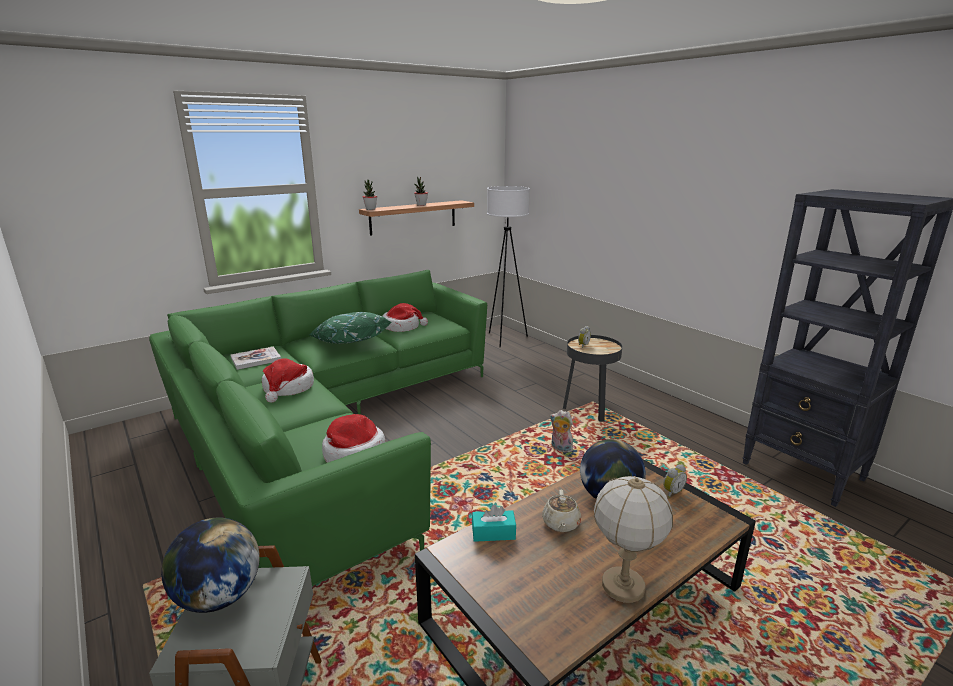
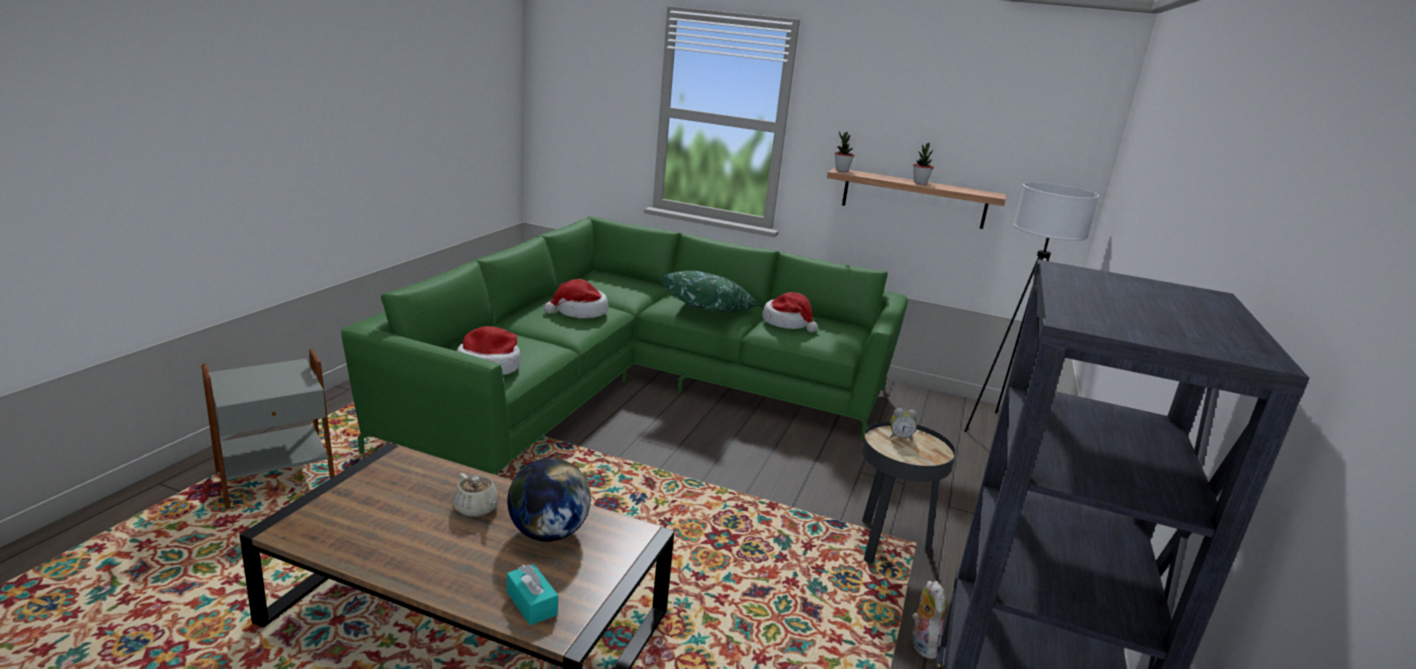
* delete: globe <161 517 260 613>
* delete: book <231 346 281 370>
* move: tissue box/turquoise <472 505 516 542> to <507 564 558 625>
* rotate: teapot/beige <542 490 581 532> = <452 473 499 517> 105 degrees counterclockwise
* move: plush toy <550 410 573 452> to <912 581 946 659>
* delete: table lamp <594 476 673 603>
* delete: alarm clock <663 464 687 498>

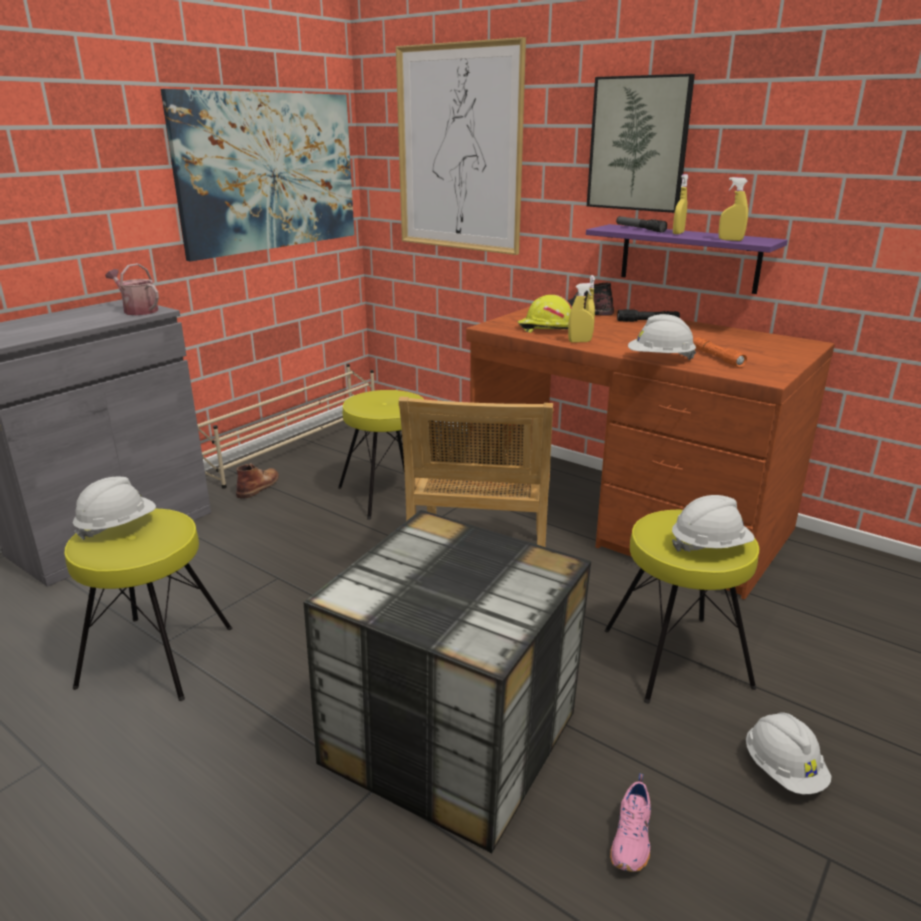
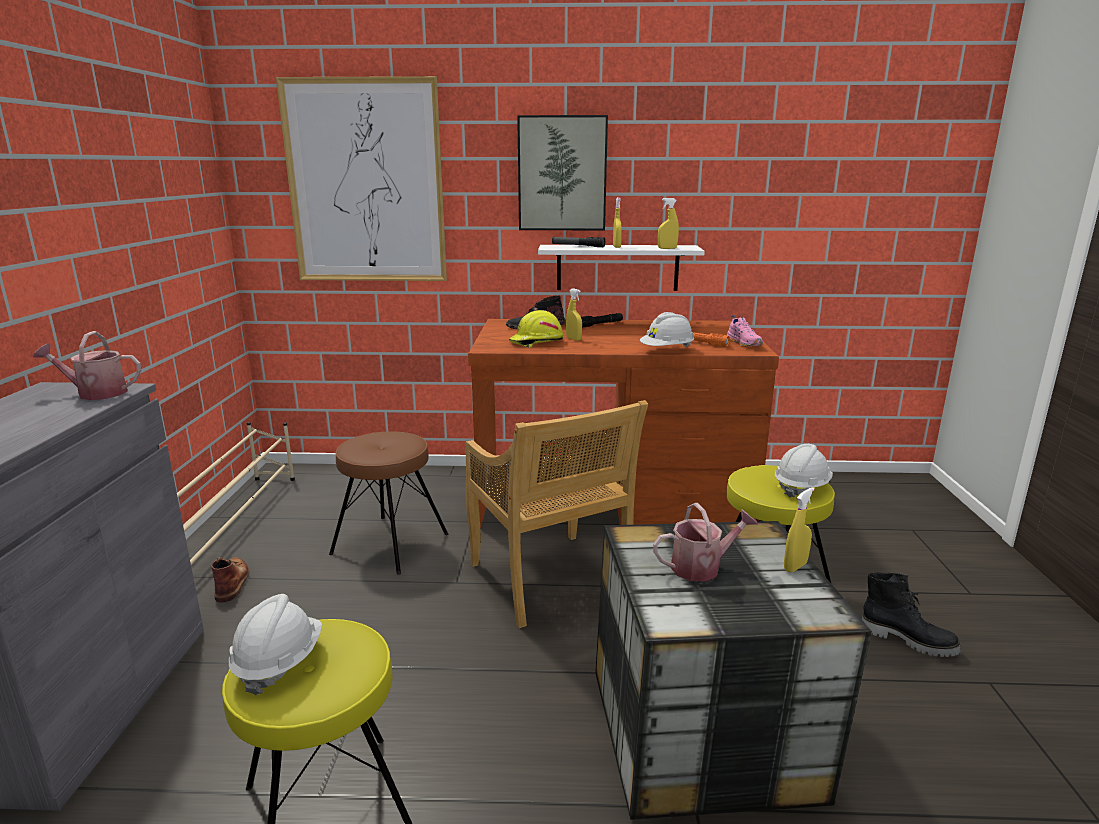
* delete: picture <161 89 354 262>
* recolor: stool/yellow <338 390 424 520> to stool/brown <329 431 448 575>
* move: spray bottle/yellow <568 283 594 343> to <784 487 814 572>
* recolor: shelf/purple <586 224 788 294> to shelf/white <538 245 705 291>
* move: shoe/pink <610 773 651 872> to <727 315 763 347>
* replace: hard hat/white <746 712 831 794> to boot/black <862 573 961 657>
* insert: watering can <653 503 758 581>

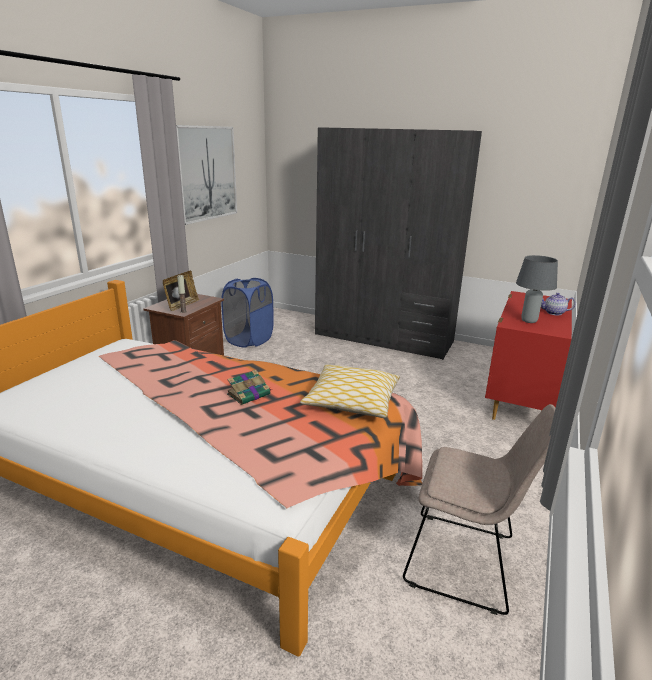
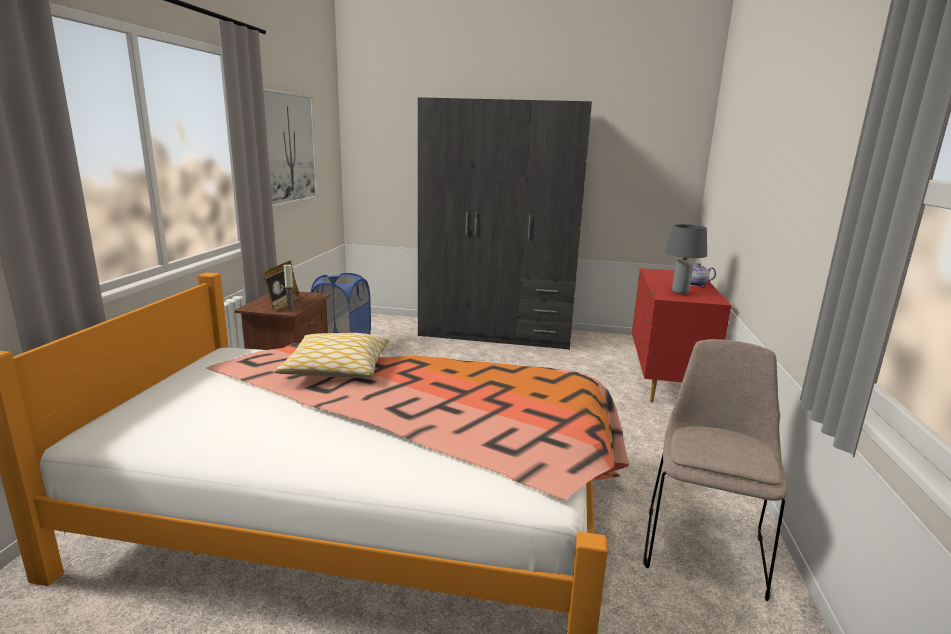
* delete: book <227 370 273 405>
* move: pillow <300 364 400 418> to <274 333 389 378>
* rotate: chair/beige <403 404 556 615> = <643 339 788 601> 75 degrees counterclockwise

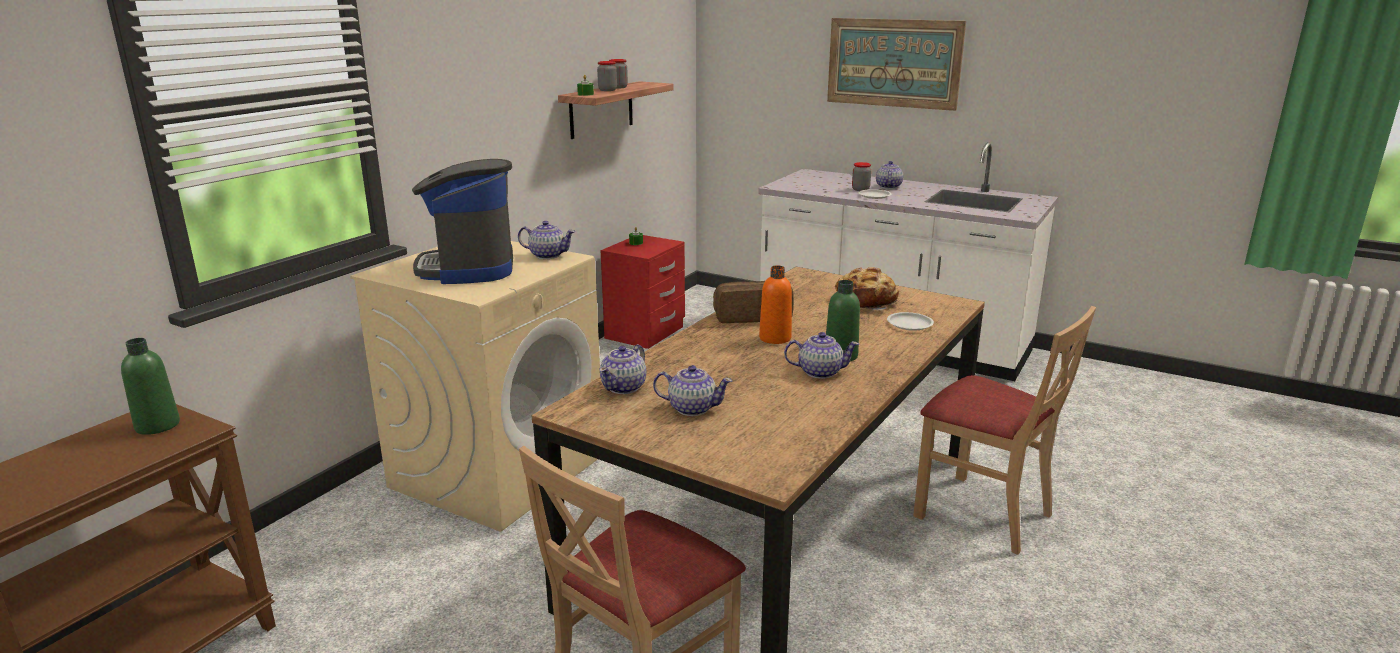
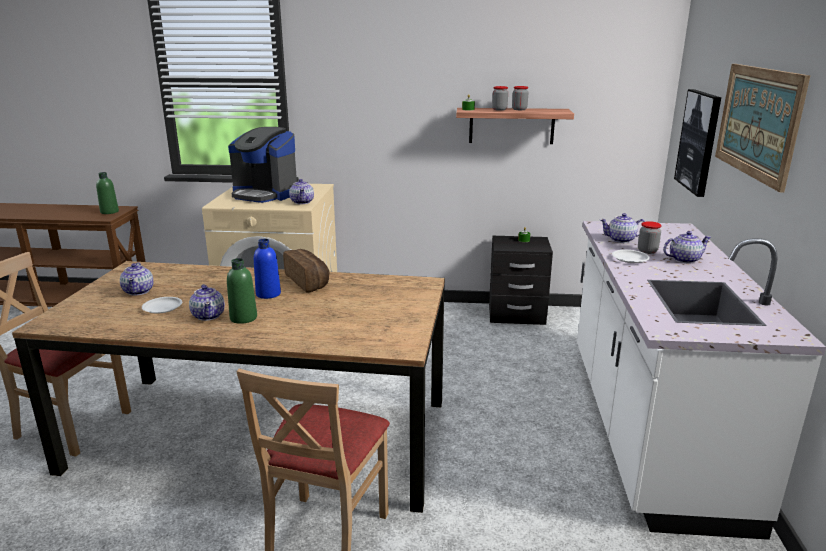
* rotate: coffee machine <412 159 513 284> = <228 127 297 203> 120 degrees counterclockwise
* move: teapot <599 344 646 394> to <600 213 645 243>
* recolor: nightstand/red <601 235 685 349> to nightstand/black <489 236 553 325>
* recolor: bottle/orange <759 265 792 344> to bottle/blue <254 239 281 299>
* delete: bread <835 267 899 311>
* move: plate/white <887 312 934 331> to <142 297 182 314>
* insert: picture <674 89 721 197>

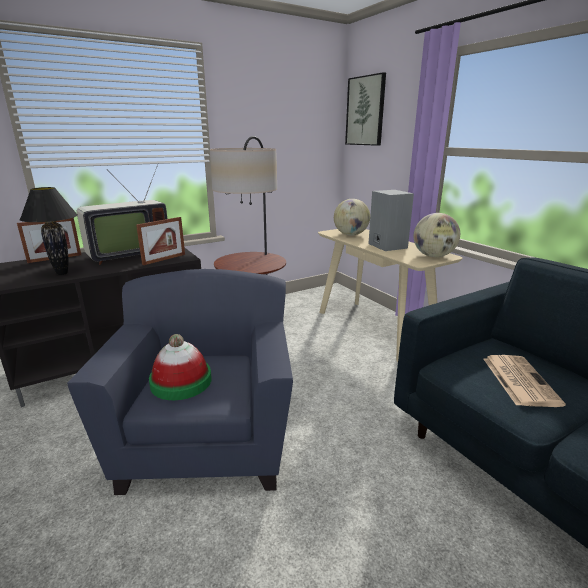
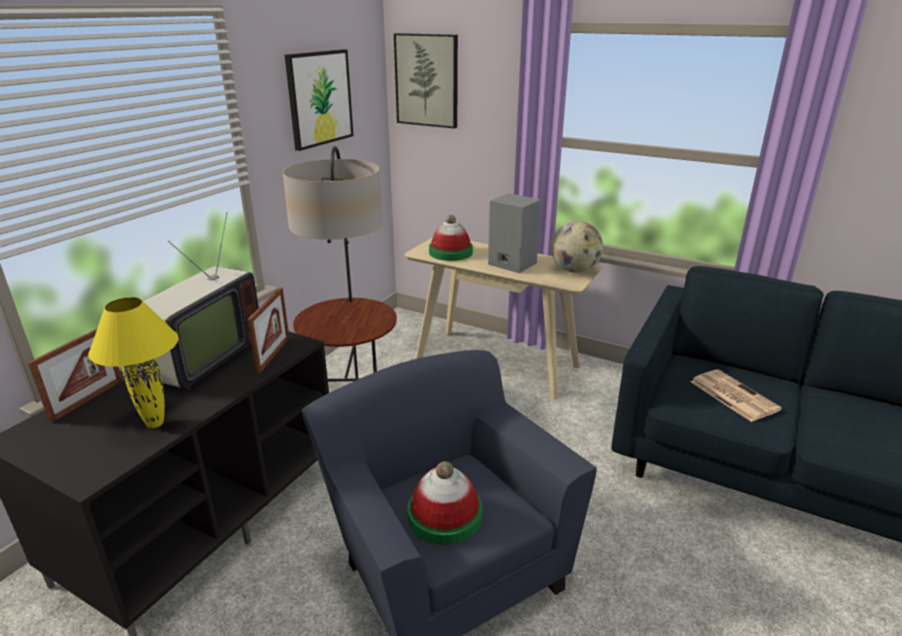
* recolor: table lamp/black <20 187 78 275> to table lamp/yellow <88 297 179 428>
* replace: globe <334 199 370 236> to hat <429 215 473 261>
* insert: picture <285 49 353 151>

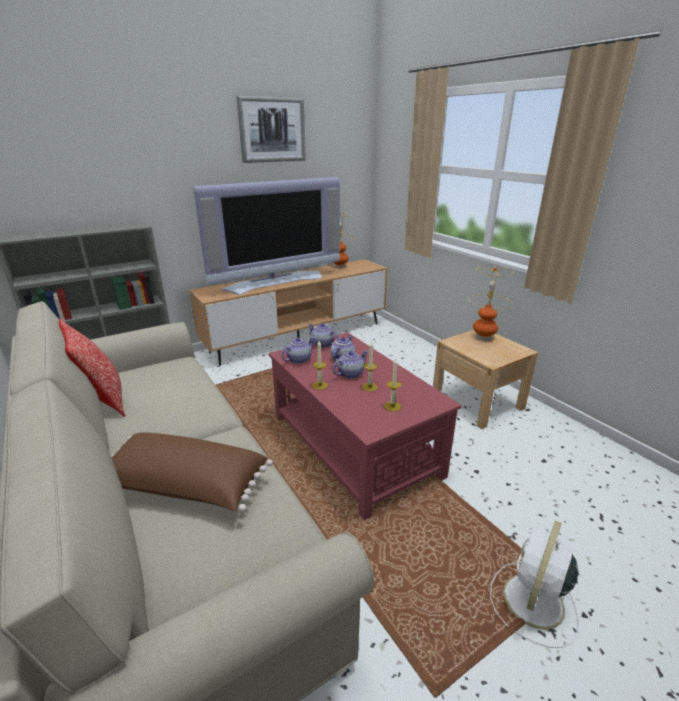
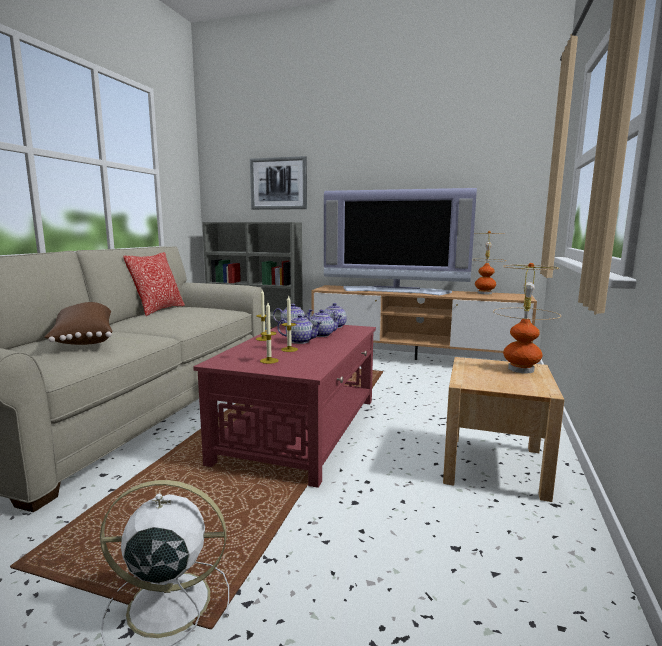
* move: picture <236 96 306 163> to <250 156 307 210>

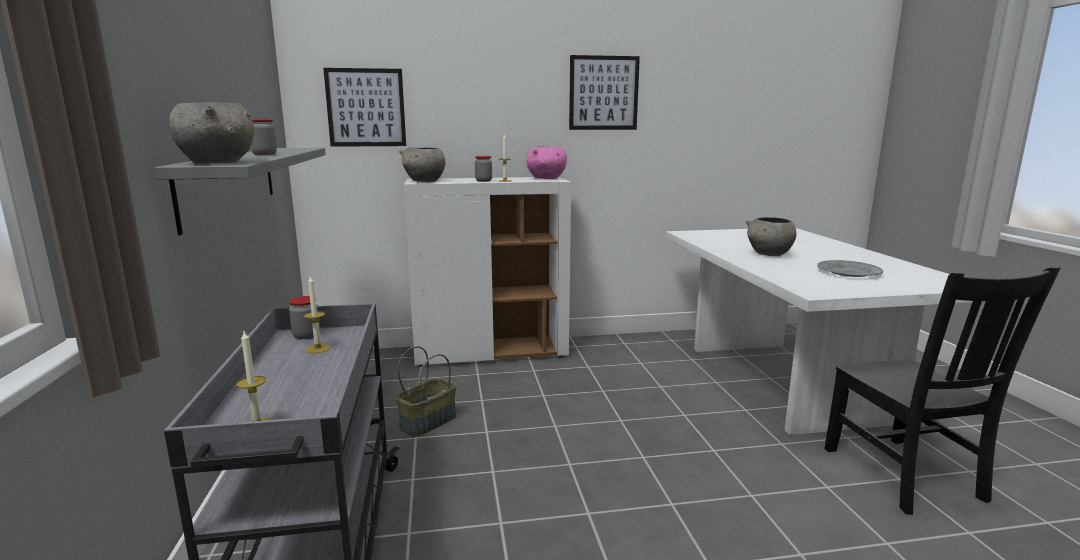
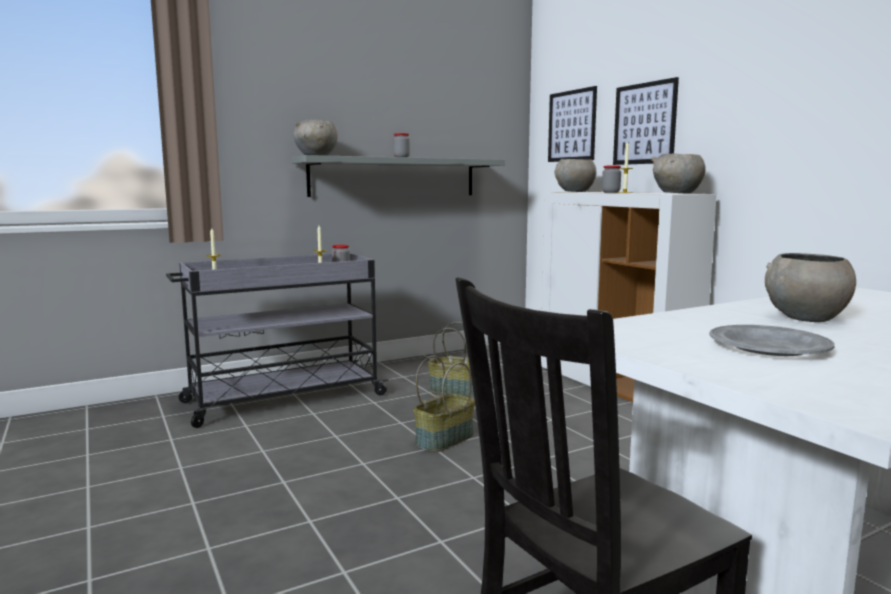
* recolor: bowl/pink <526 147 567 179> to bowl/grey <651 153 706 194>
* move: picture <569 55 640 130> to <613 77 679 165>
* insert: basket <413 356 475 452>

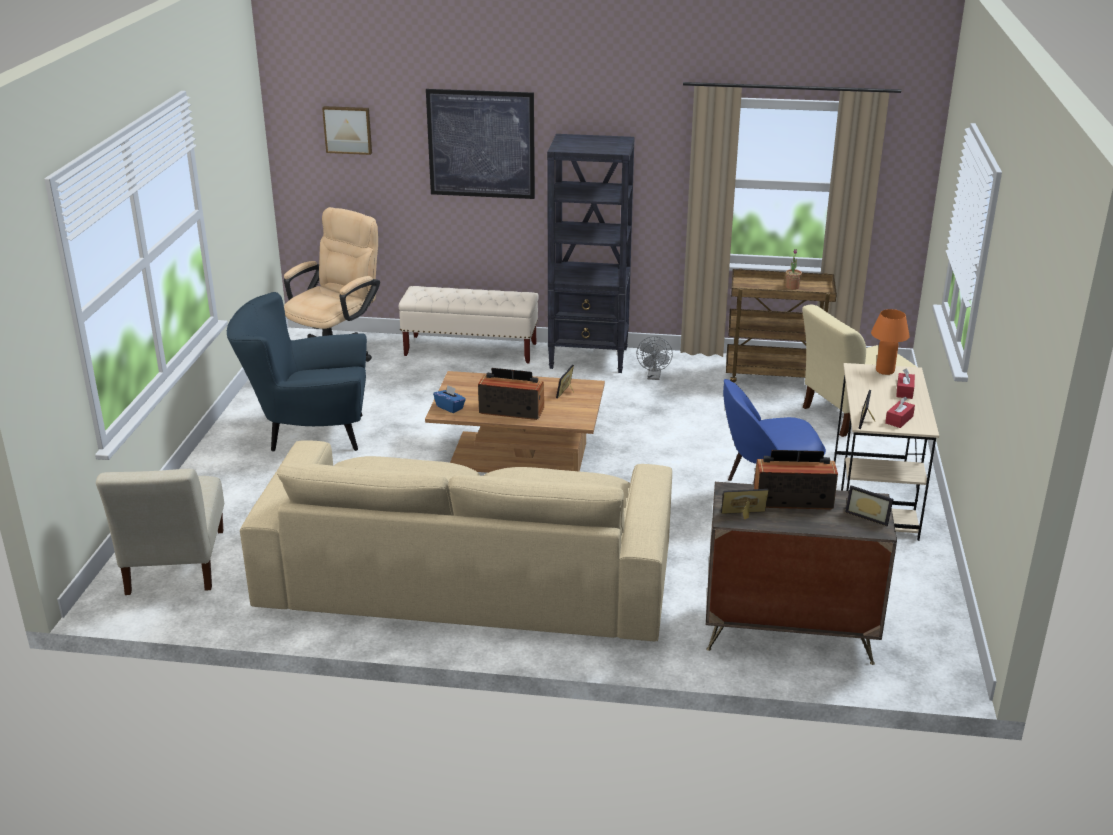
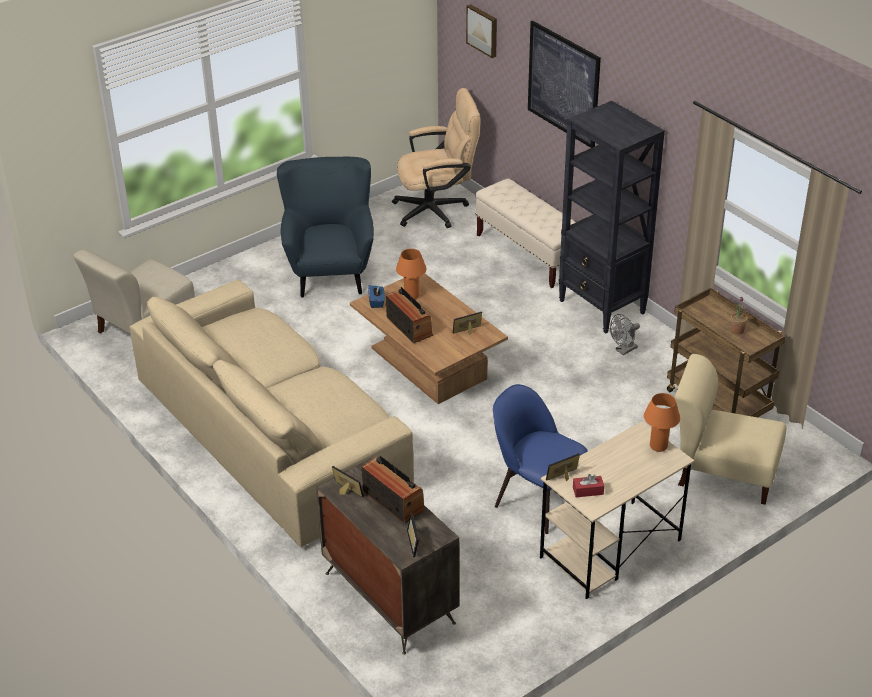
* rotate: armchair/blue <227 292 367 451> = <277 157 374 298> 45 degrees clockwise
* delete: tissue box/red <896 368 915 399>
* insert: table lamp/orange <396 249 426 299>

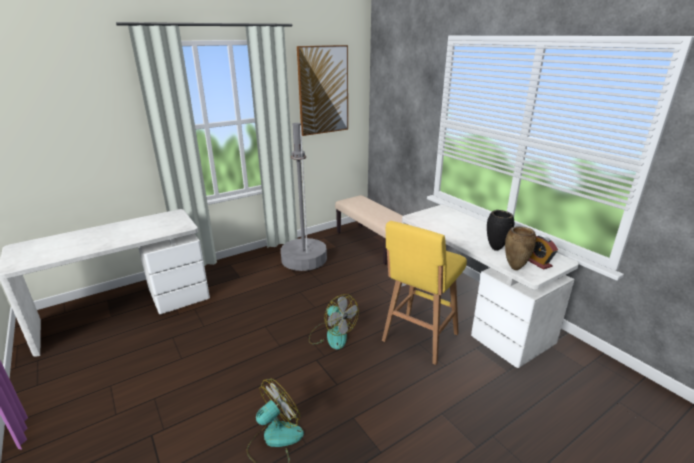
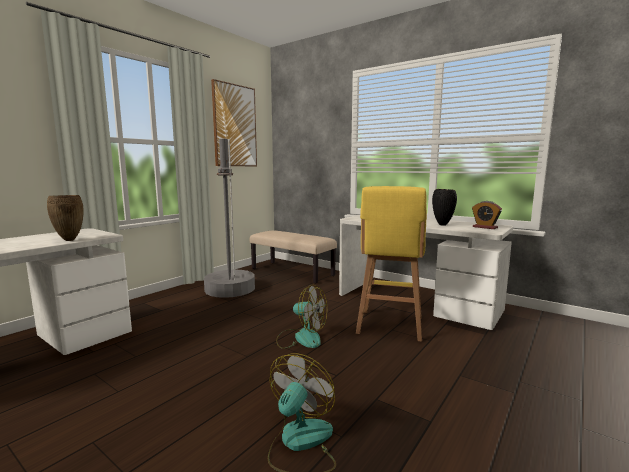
* move: vase/brown <505 227 536 270> to <47 195 84 241>

